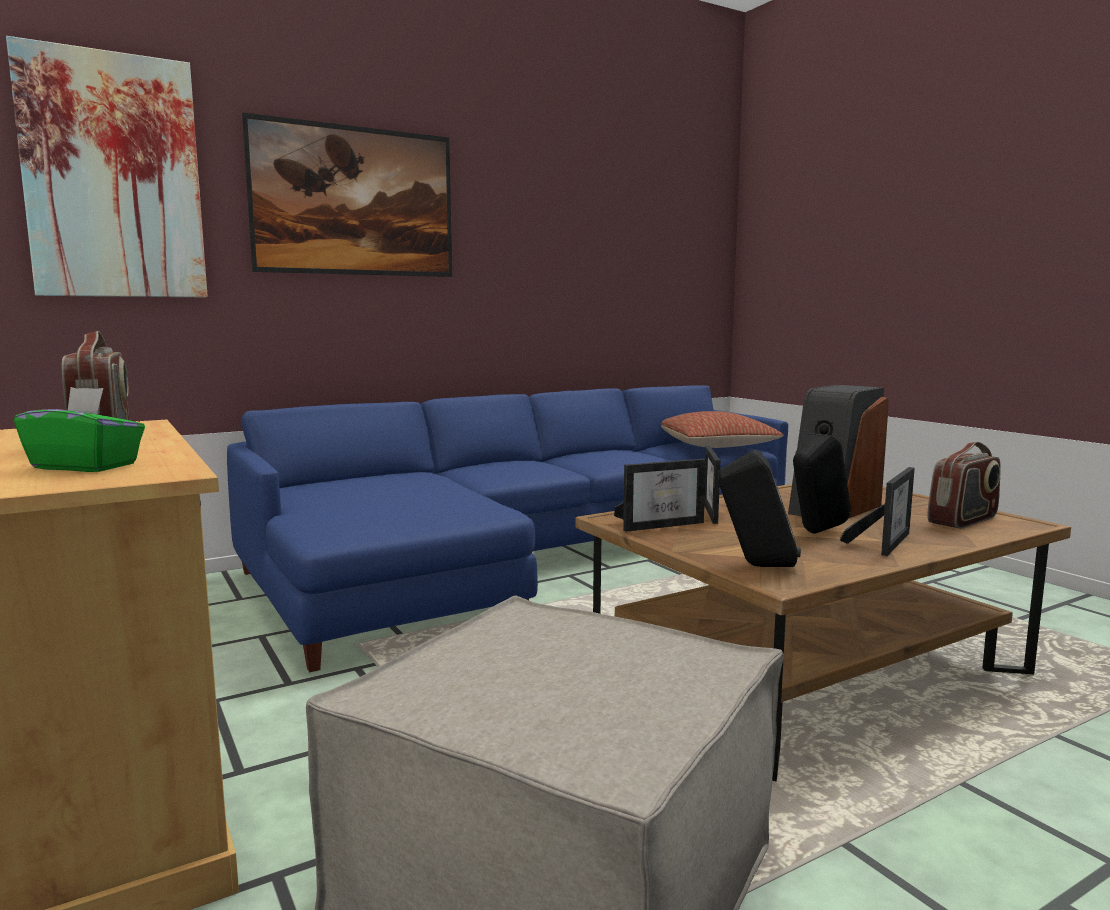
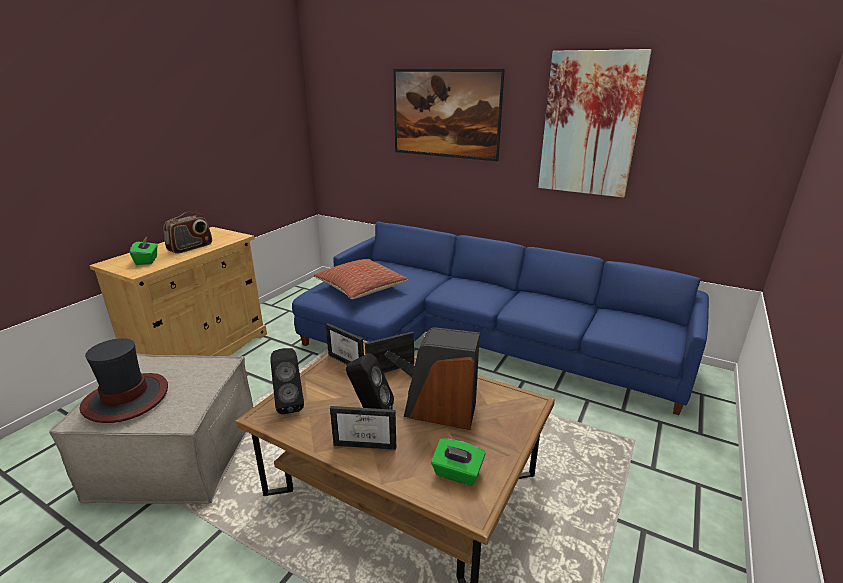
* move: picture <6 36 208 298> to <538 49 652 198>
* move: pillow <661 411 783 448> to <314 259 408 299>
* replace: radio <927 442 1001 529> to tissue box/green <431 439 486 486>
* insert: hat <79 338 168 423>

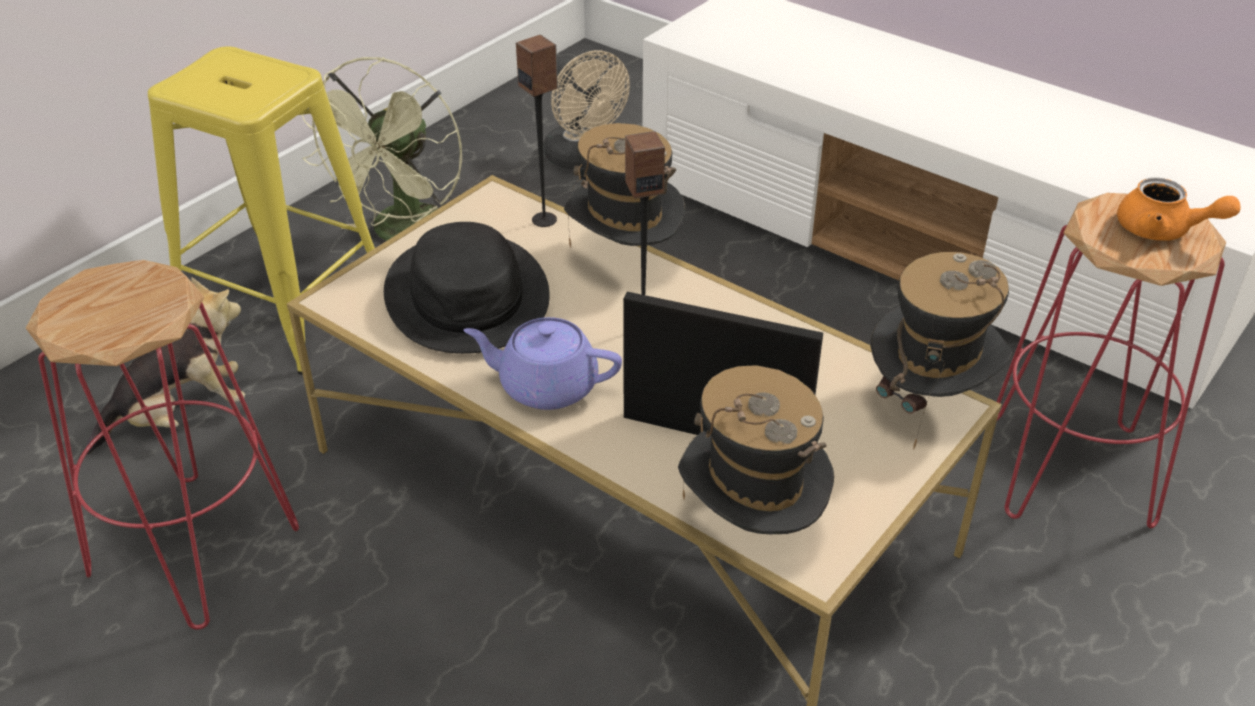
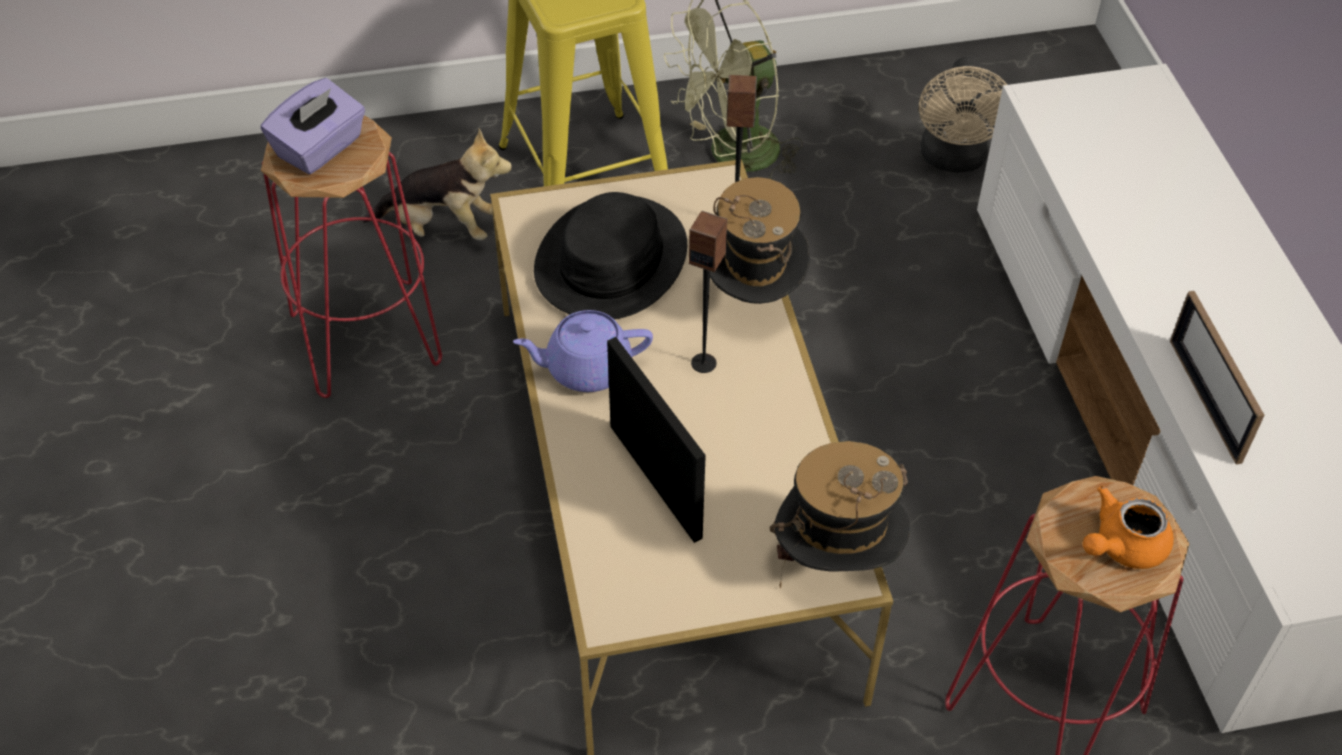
* rotate: teapot/purple <463 317 622 410> = <513 310 653 392> 60 degrees counterclockwise
* delete: hat <678 365 834 534>
* rotate: teapot/orange <1117 178 1241 241> = <1083 486 1174 569> 75 degrees clockwise
* insert: tissue box/purple <261 78 366 174>
* insert: picture frame <1170 291 1265 465>

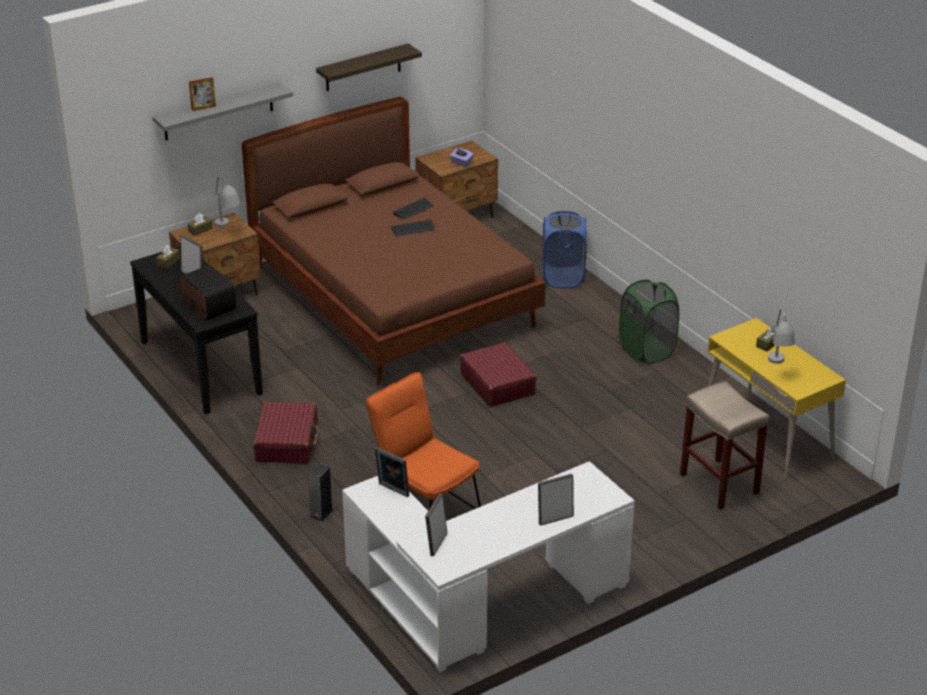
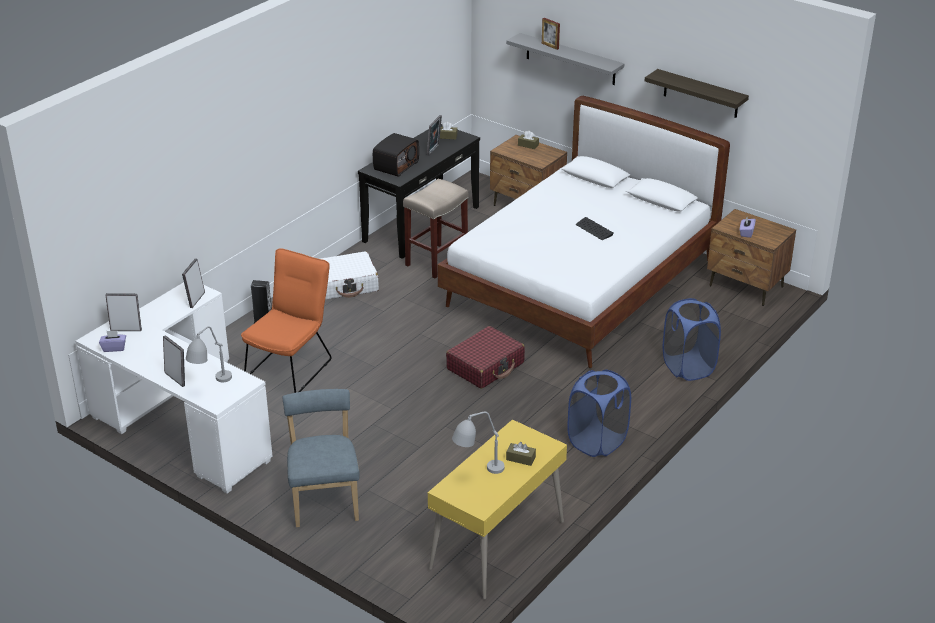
* move: table lamp/grey <214 176 241 227> to <186 326 232 382>
* recolor: bed/brown <242 97 545 385> to bed/white <437 96 730 368>
* recolor: suitcase/red <254 401 318 464> to suitcase/white <320 251 379 299>
* delete: keyboard <393 198 434 220>
* recolor: laundry basket/green <619 280 679 364> to laundry basket/blue <567 370 631 457>
* move: stool/beige <680 381 769 510> to <403 179 469 279>
* insert: tissue box/purple <99 331 126 352>
* insert: chair/blue <282 389 360 527>

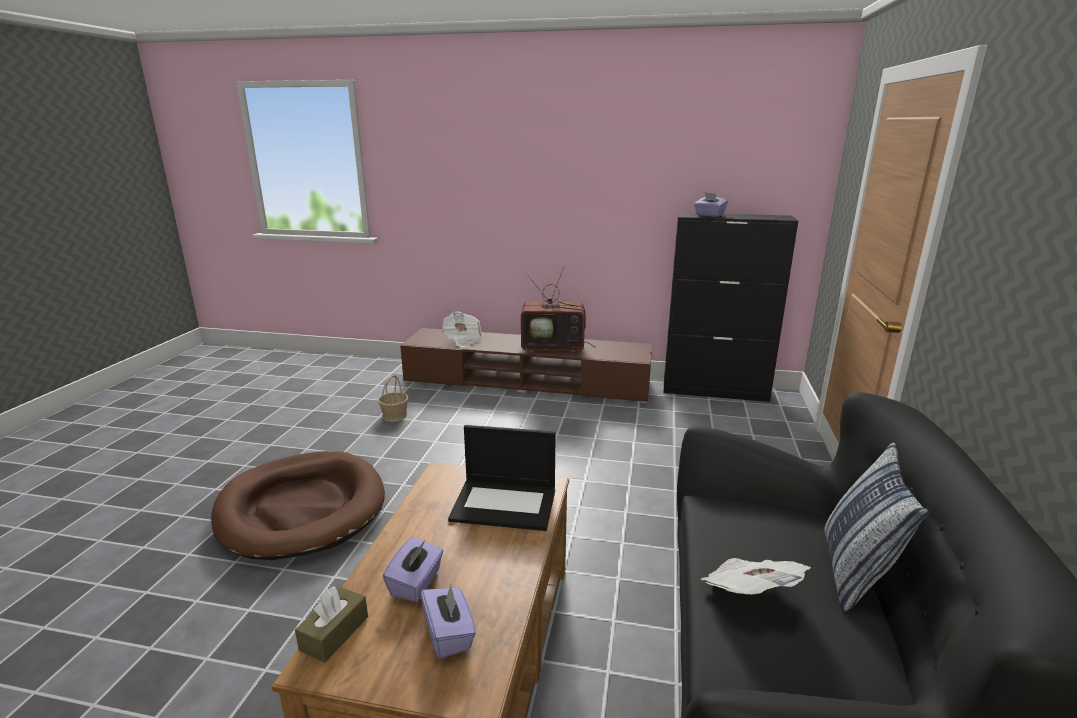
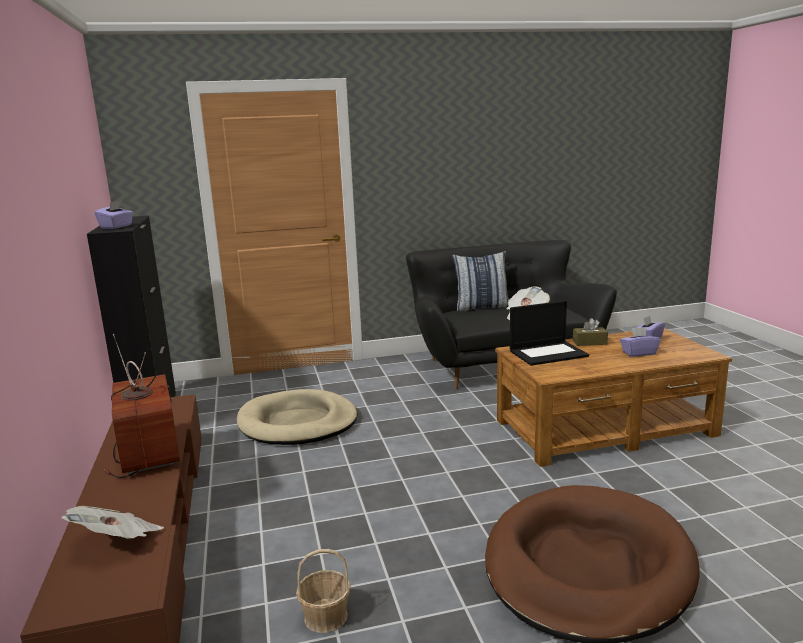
* move: tissue box/brown <295 586 368 663> to <573 318 608 346>
* rotate: laptop <448 425 556 531> = <510 301 589 366> 90 degrees clockwise
* insert: dog bed/beige <237 389 358 445>

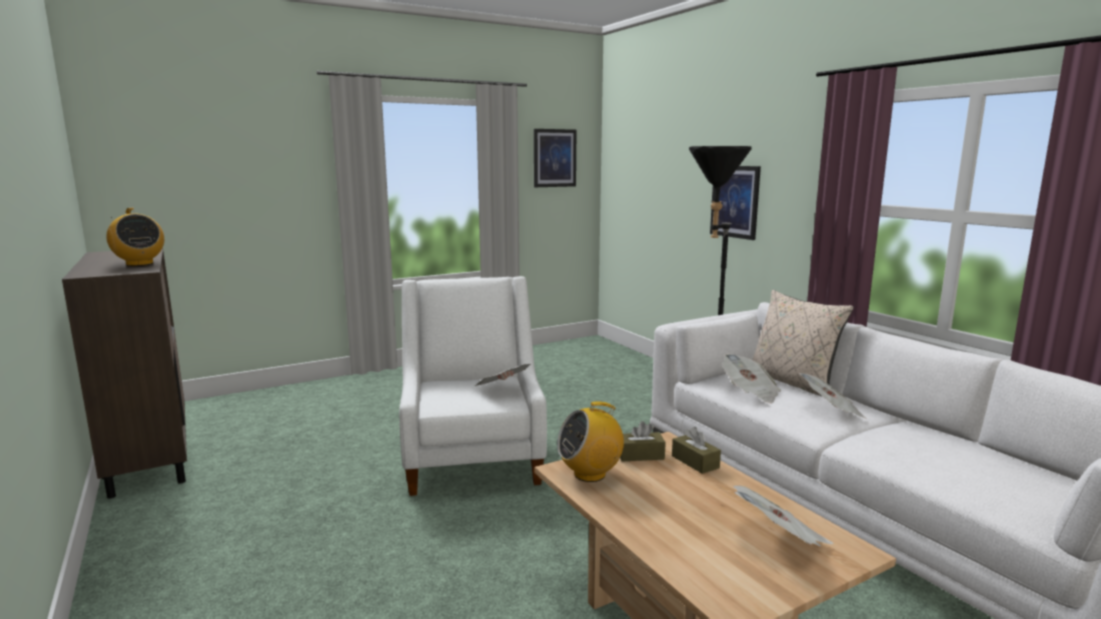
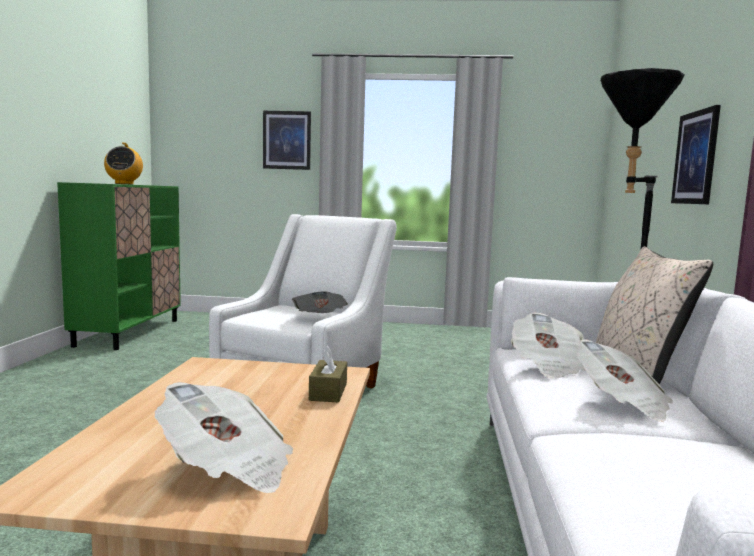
* recolor: cabinet/brown <62 248 187 499> to cabinet/green <57 182 181 350>
* move: picture <534 129 576 187> to <263 111 311 170>
* delete: radio <557 401 624 482>
* delete: tissue box/brown <620 421 666 462>

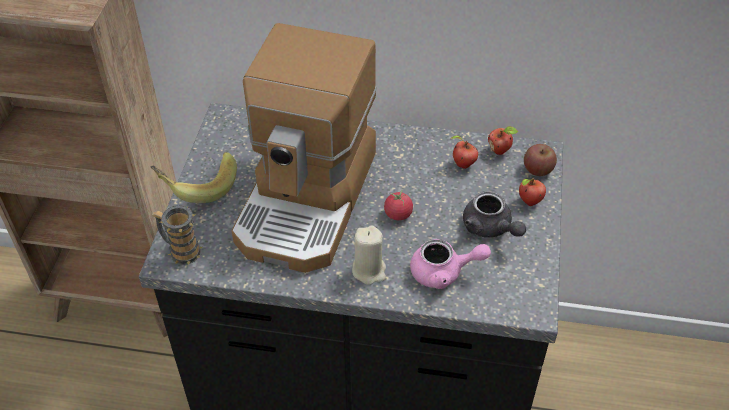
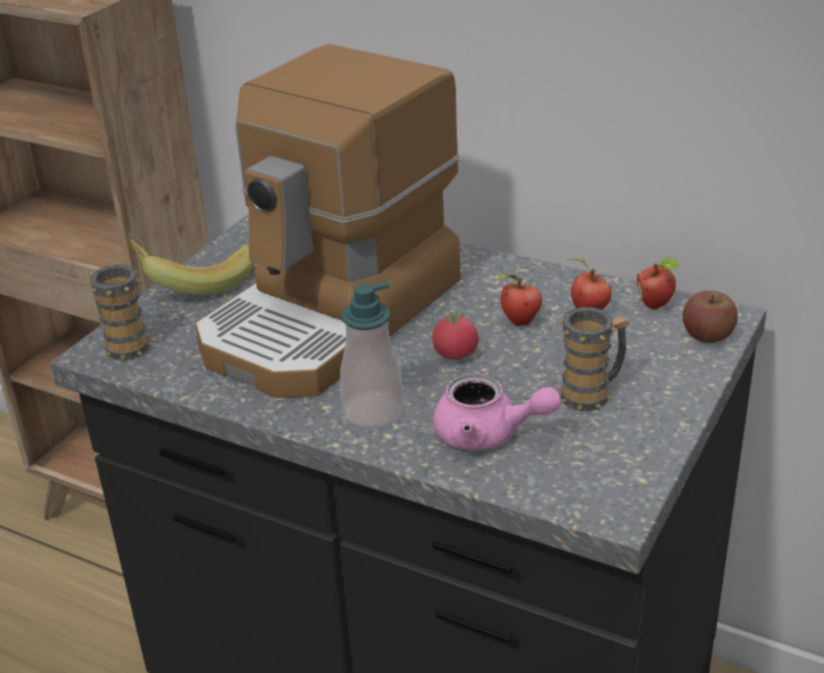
* replace: candle/beige <352 226 386 285> to soap dispenser <340 282 404 429>
* replace: teapot/grey <463 191 526 238> to mug <557 307 631 411>
* move: apple <519 178 546 206> to <498 274 542 326>

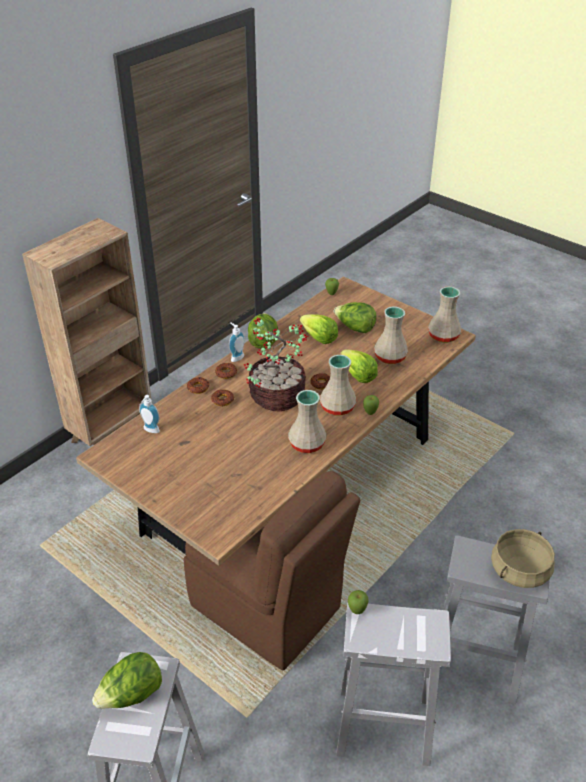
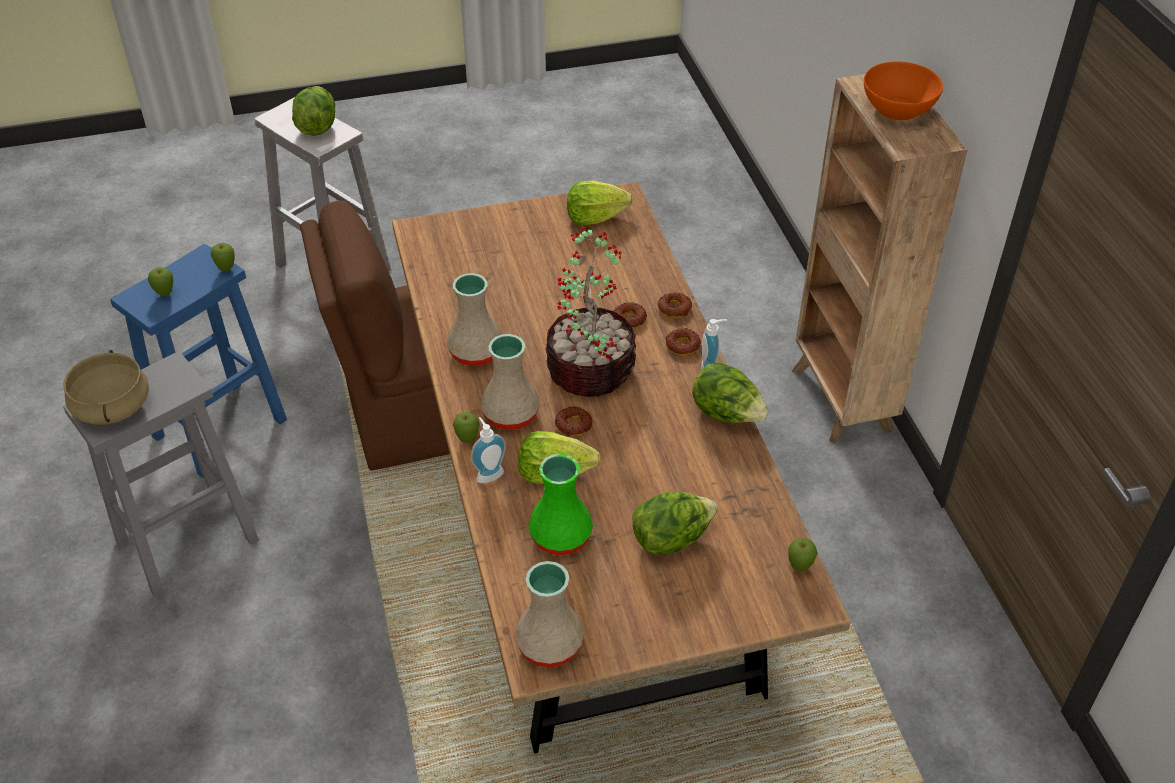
* move: soap dispenser <139 395 160 433> to <471 417 506 483>
* move: lettuce <300 314 338 344> to <567 181 633 225>
* recolor: stool/white <336 602 451 766> to stool/blue <110 244 287 478>
* recolor: vase/beige <374 307 408 364> to vase/green <528 454 593 555>
* insert: apple <148 267 173 296>
* insert: bowl/orange <864 61 943 121>

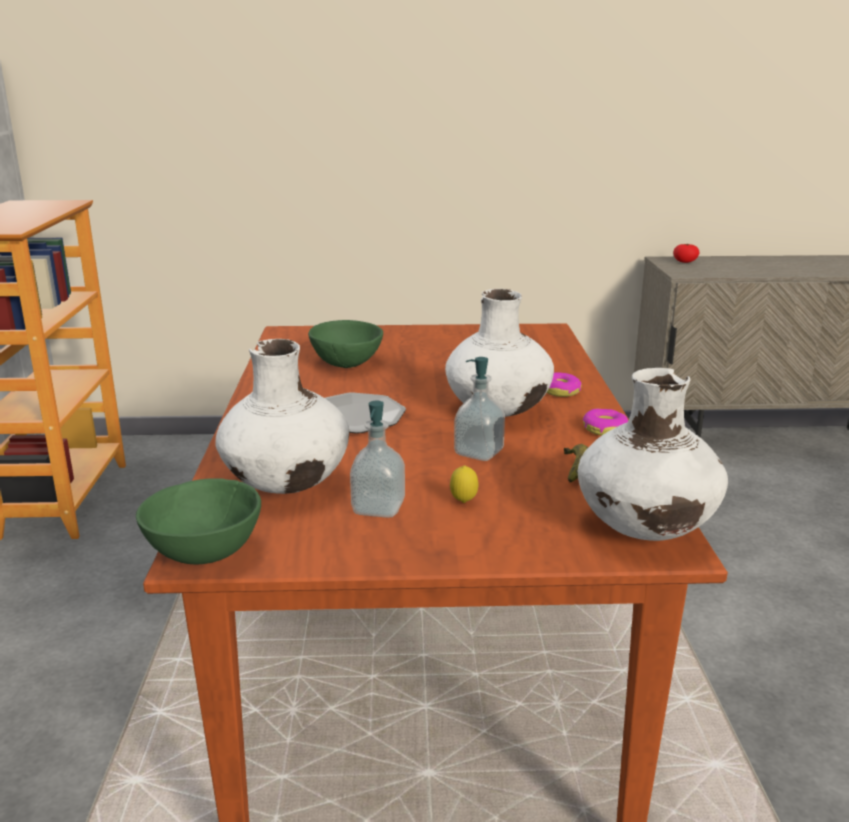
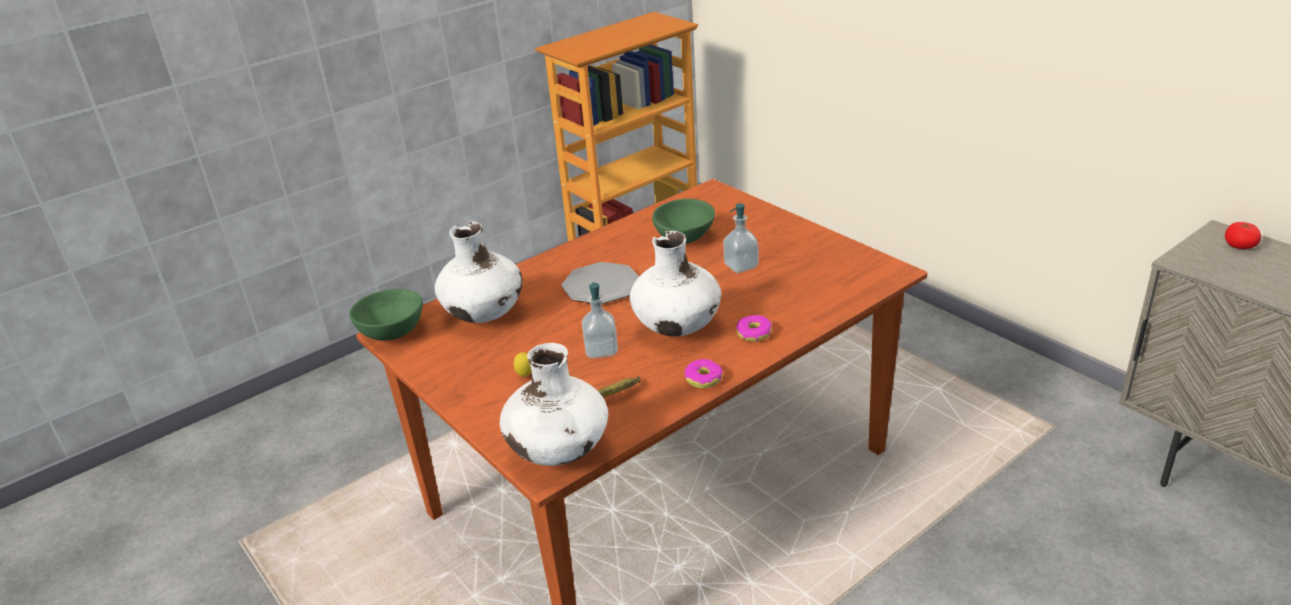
* move: soap dispenser <350 401 405 518> to <723 203 759 273>

